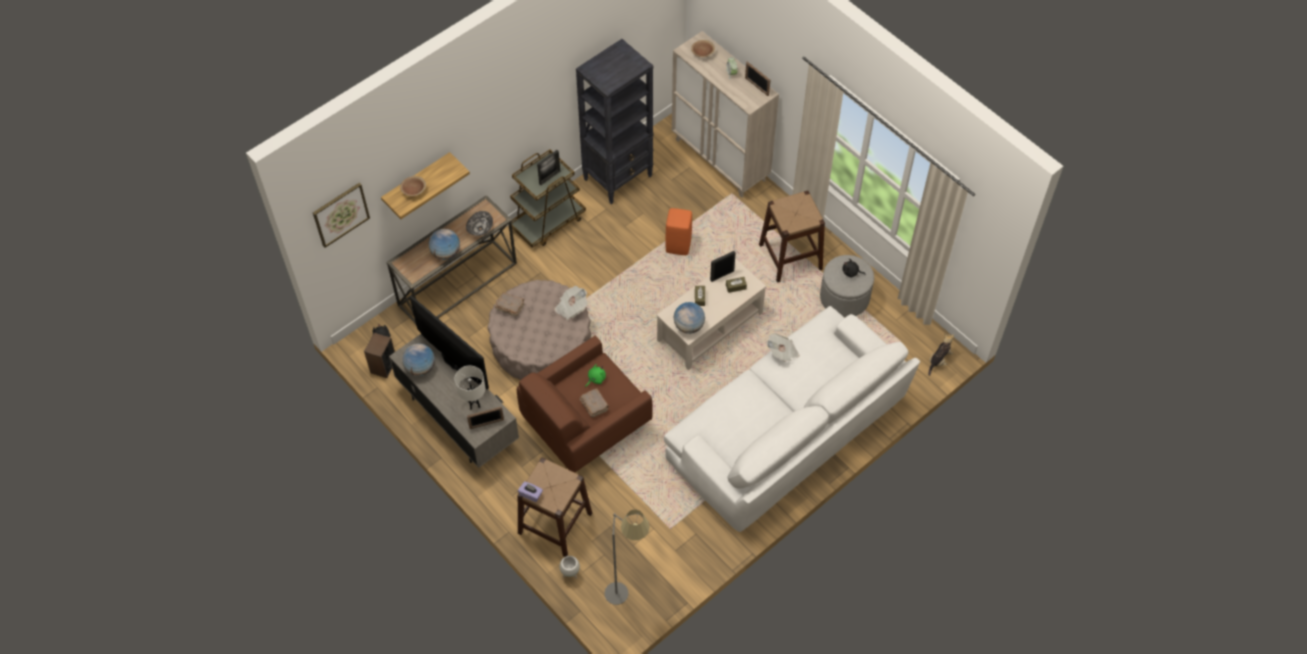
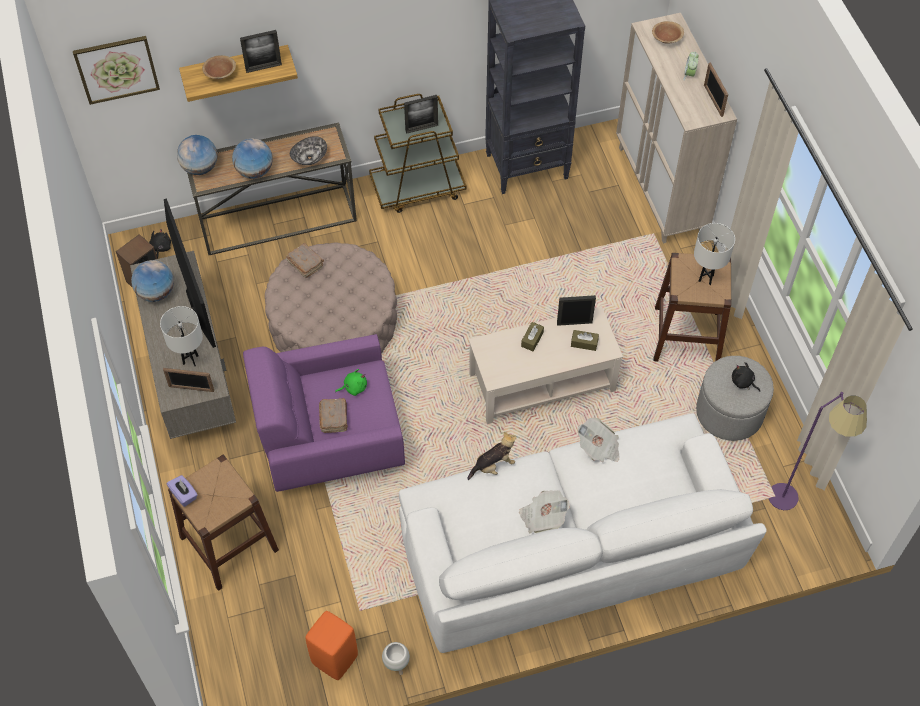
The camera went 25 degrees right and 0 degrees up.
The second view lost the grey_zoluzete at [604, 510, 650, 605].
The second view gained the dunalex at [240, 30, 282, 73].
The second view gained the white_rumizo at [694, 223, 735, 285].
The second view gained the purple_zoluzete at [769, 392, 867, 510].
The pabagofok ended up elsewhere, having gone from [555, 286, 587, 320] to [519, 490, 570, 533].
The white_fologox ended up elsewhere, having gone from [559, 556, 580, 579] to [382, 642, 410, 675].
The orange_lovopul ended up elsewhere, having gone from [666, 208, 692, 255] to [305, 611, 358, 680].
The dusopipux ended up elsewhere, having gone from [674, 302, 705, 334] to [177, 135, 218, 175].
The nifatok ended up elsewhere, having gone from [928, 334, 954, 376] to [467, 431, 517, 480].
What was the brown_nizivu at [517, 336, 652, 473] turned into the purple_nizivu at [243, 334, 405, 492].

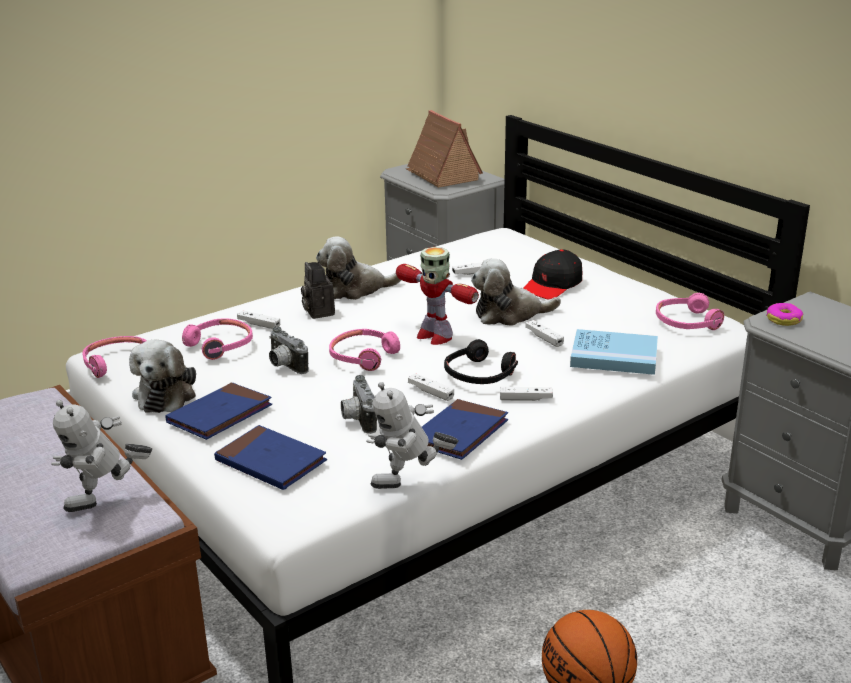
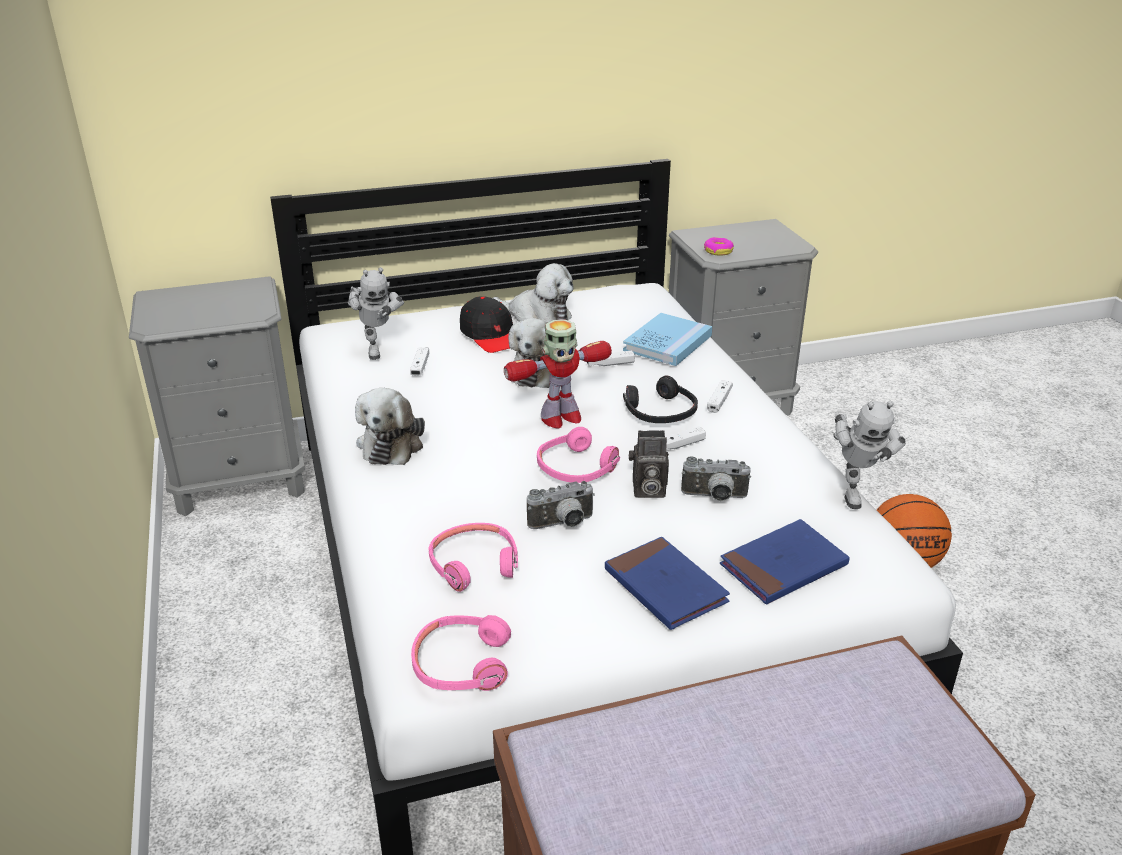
The camera went 70 degrees left and 5 degrees up.
The second view lost the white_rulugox at [237, 311, 280, 329].
The second view lost the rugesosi at [406, 110, 483, 188].
The second view lost the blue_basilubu at [422, 399, 508, 460].
The second view lost the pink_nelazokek at [656, 293, 724, 330].
The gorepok ended up elsewhere, having gone from [51, 400, 152, 512] to [347, 267, 404, 360].
The nifatok ended up elsewhere, having gone from [129, 340, 196, 413] to [493, 263, 573, 322].
The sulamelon ended up elsewhere, having gone from [301, 262, 335, 319] to [629, 430, 669, 498].

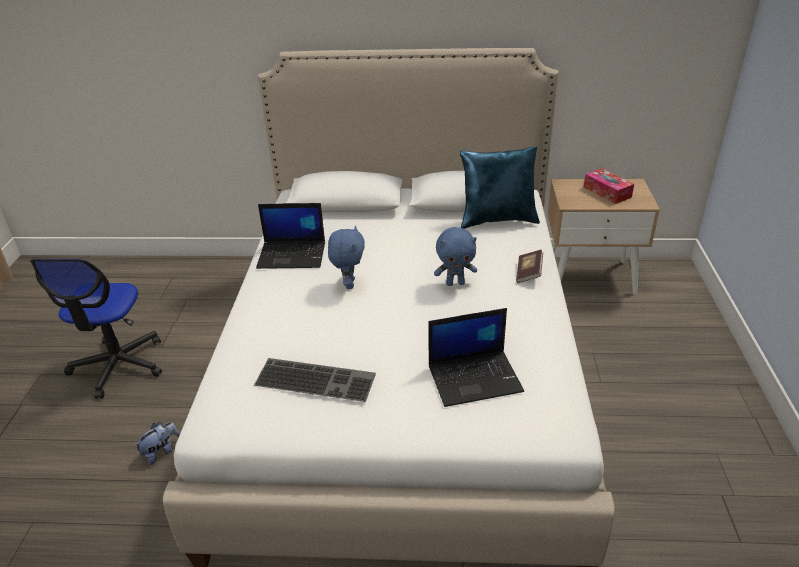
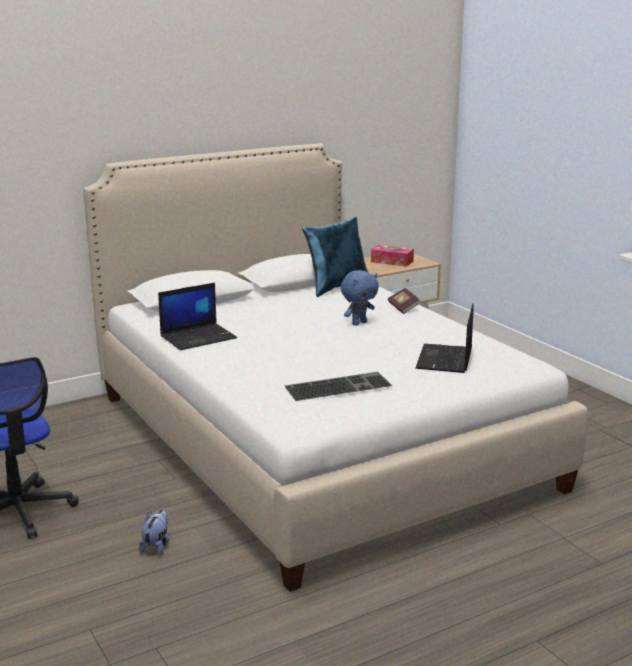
The camera went 35 degrees left and 15 degrees down.
The second view lost the blue_nifatok at [328, 226, 365, 289].
The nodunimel at [429, 308, 524, 407] ended up facing another way, 150 degrees clockwise from before.

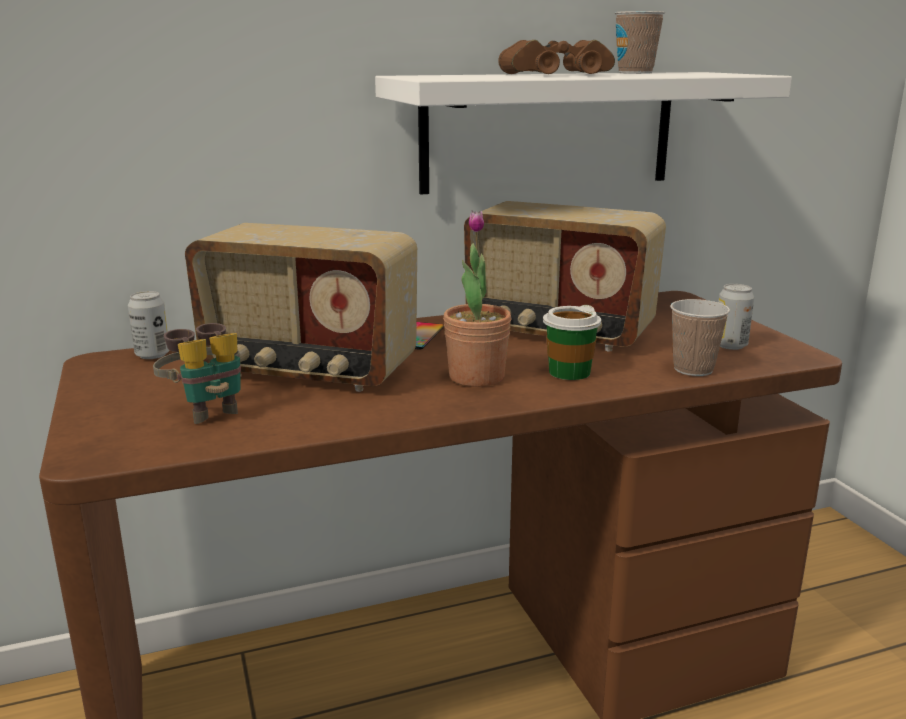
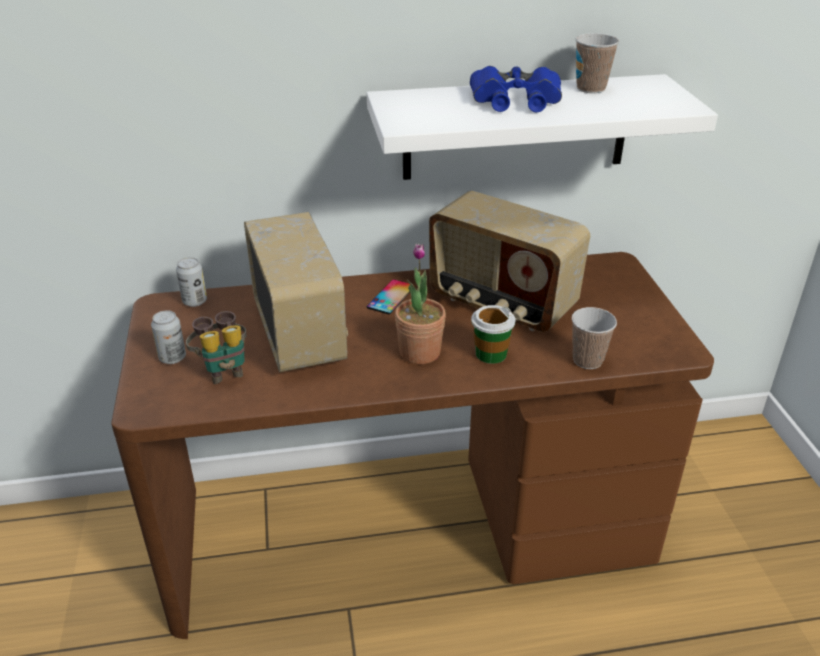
The camera went 10 degrees right and 15 degrees up.
The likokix ended up elsewhere, having gone from [718, 284, 754, 350] to [151, 310, 186, 364].
What was the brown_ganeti at [498, 40, 615, 74] turned into the blue_ganeti at [470, 66, 562, 112].
The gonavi at [185, 223, 417, 392] ended up facing another way, 135 degrees counterclockwise from before.

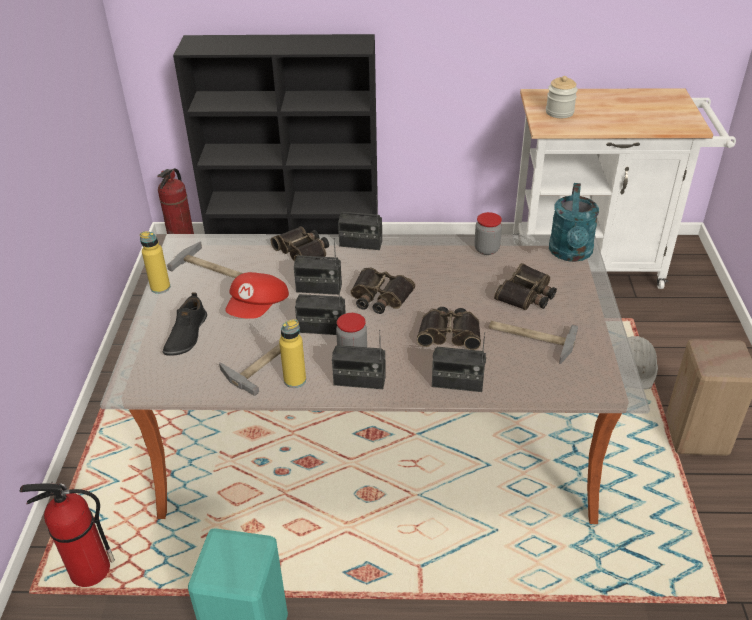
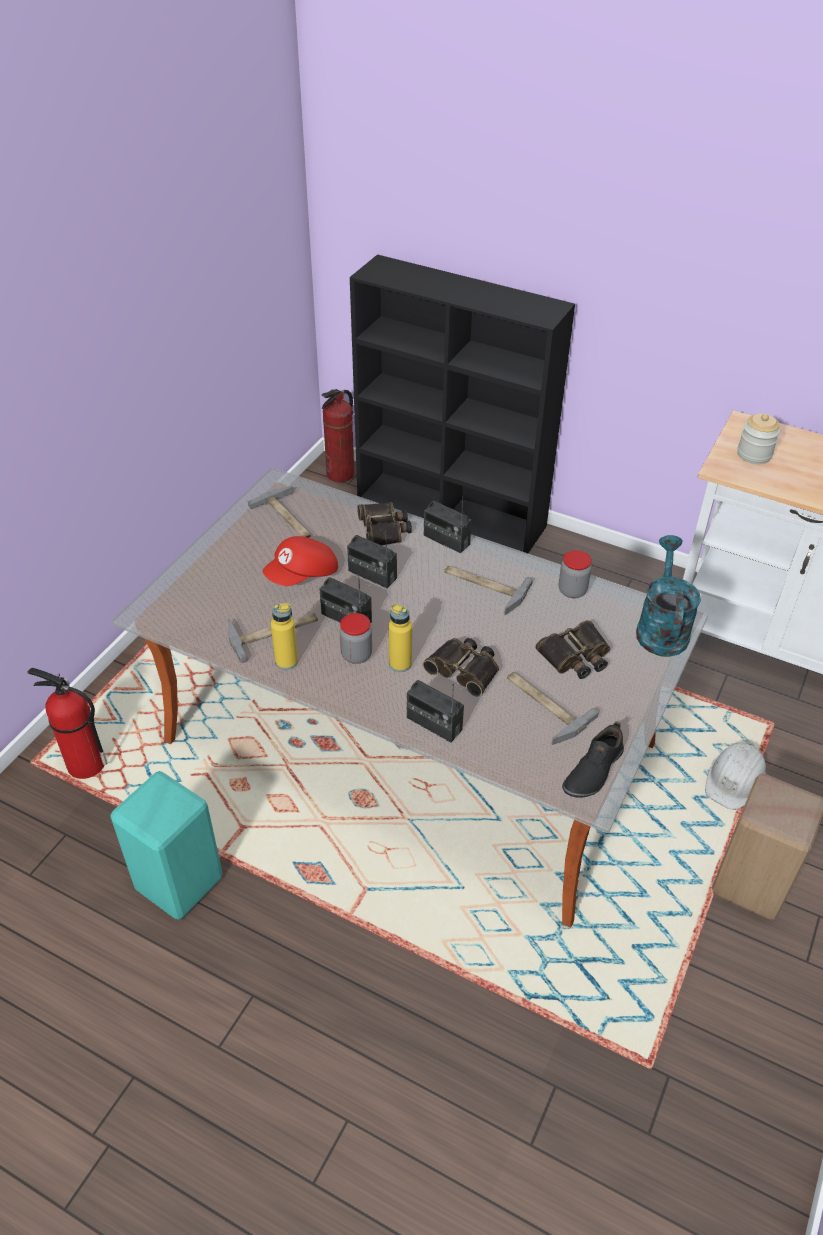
The camera went 25 degrees right and 5 degrees up.
The second view lost the gonavi at [332, 330, 386, 389].
The second view lost the ganeti at [350, 268, 415, 314].
The second view gained the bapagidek at [444, 566, 533, 615].
The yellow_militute ended up elsewhere, having gone from [140, 232, 170, 294] to [389, 604, 412, 672].
The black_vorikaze ended up elsewhere, having gone from [162, 292, 207, 356] to [562, 721, 624, 798].
The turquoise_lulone at [549, 183, 599, 262] ended up facing another way, 150 degrees clockwise from before.

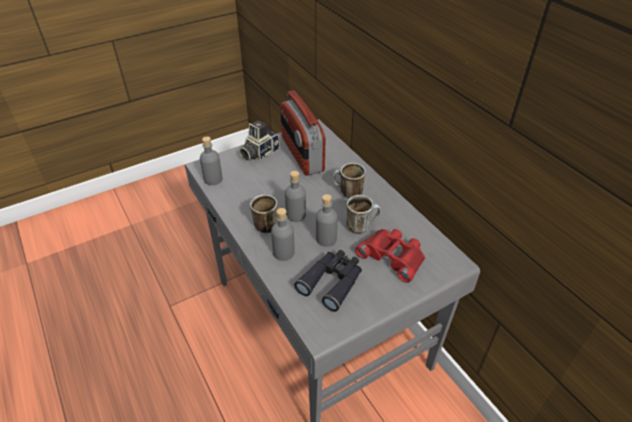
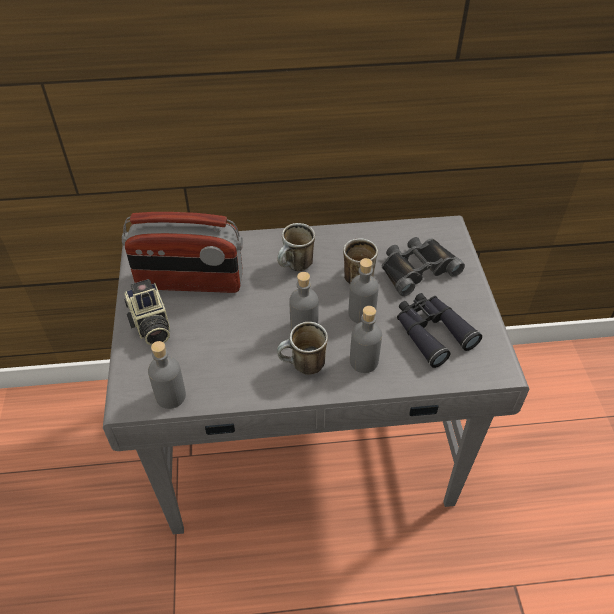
The camera went 65 degrees left and 5 degrees up.
What was the red_ganeti at [355, 229, 425, 283] turned into the black_ganeti at [382, 237, 465, 296].

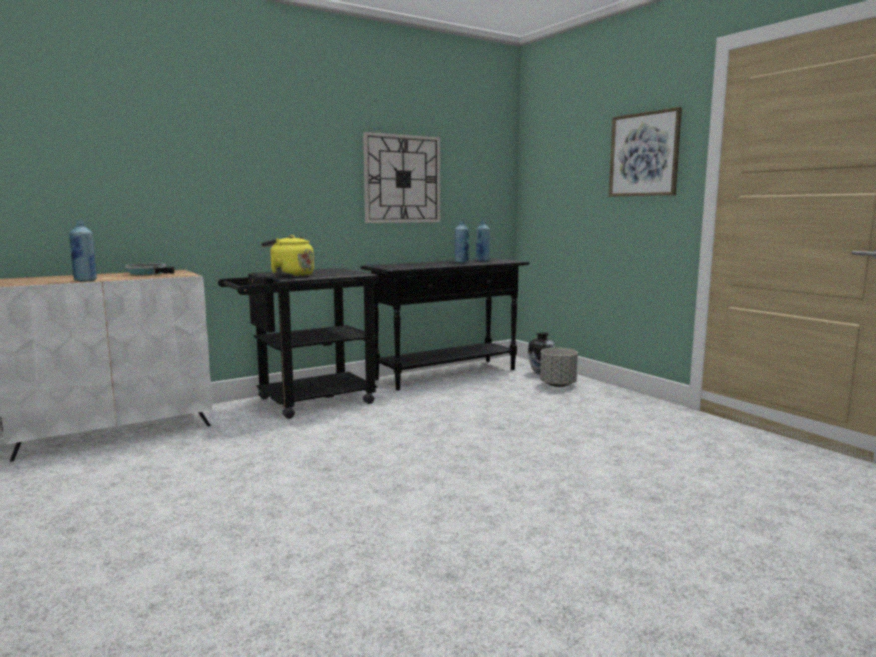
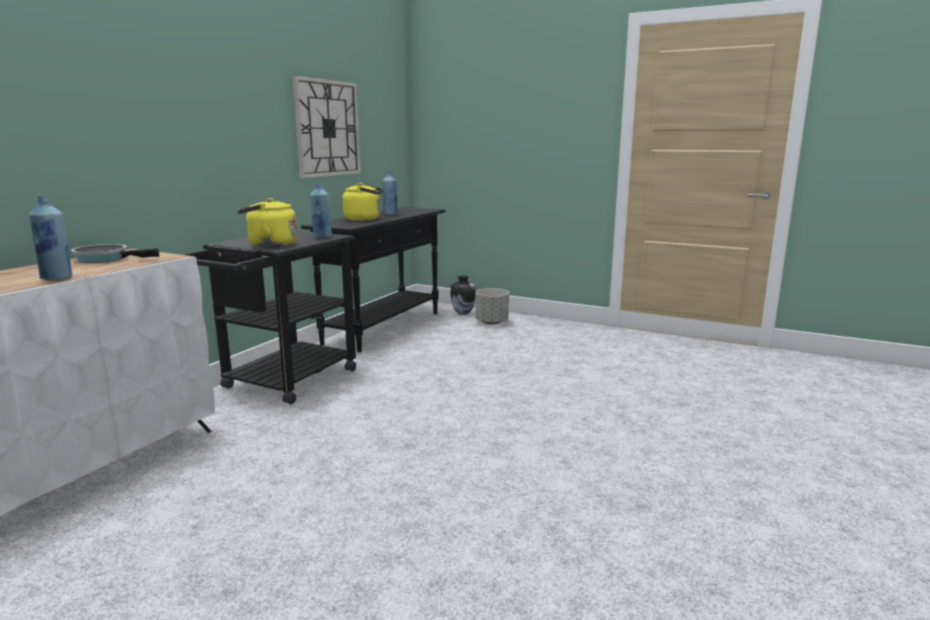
The camera went 30 degrees left and 5 degrees up.
The second view lost the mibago at [609, 107, 682, 197].
The second view gained the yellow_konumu at [342, 183, 384, 221].
The blue_militute ended up elsewhere, having gone from [476, 220, 490, 261] to [310, 183, 332, 239].

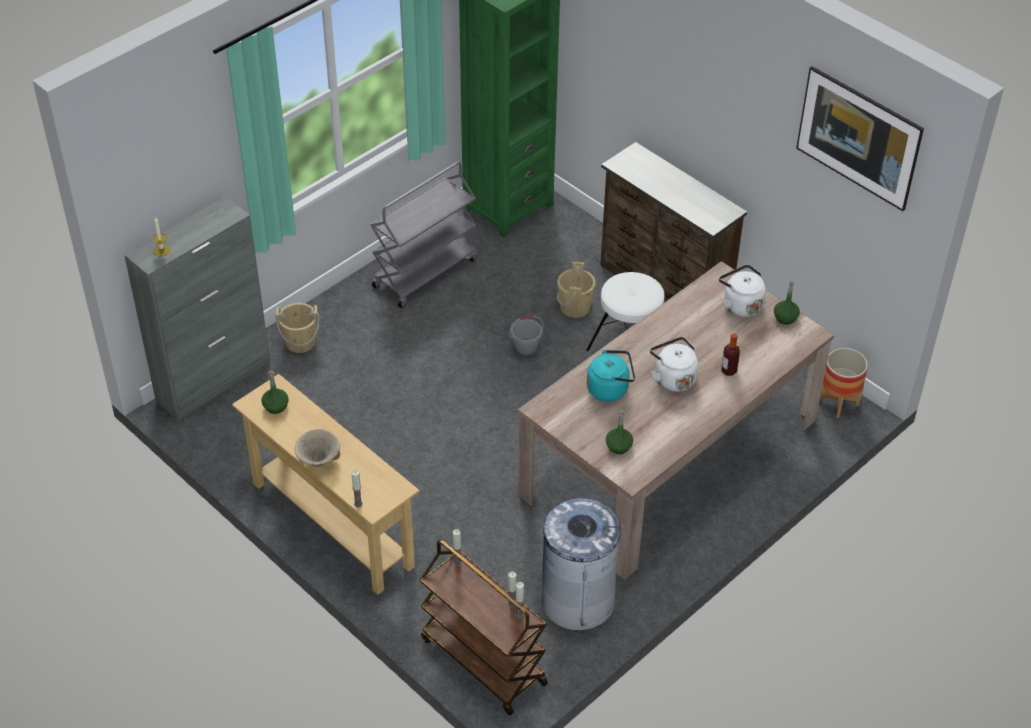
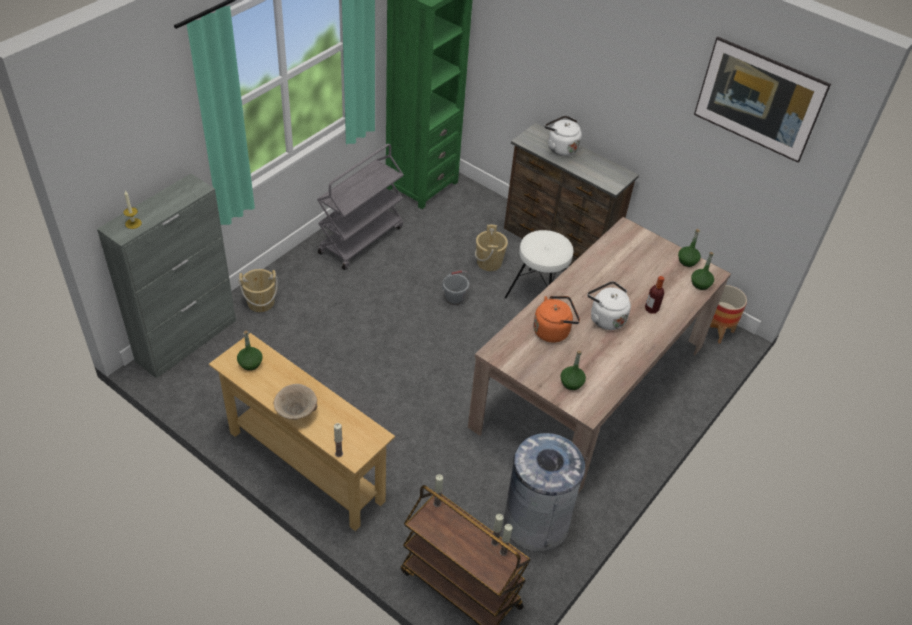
The camera went 10 degrees left and 0 degrees up.
The second view gained the green_militute at [691, 252, 714, 290].
The white_konumu ended up elsewhere, having gone from [719, 265, 766, 317] to [544, 115, 582, 156].
What was the turquoise_konumu at [587, 350, 635, 402] turned into the orange_konumu at [533, 296, 580, 343].

